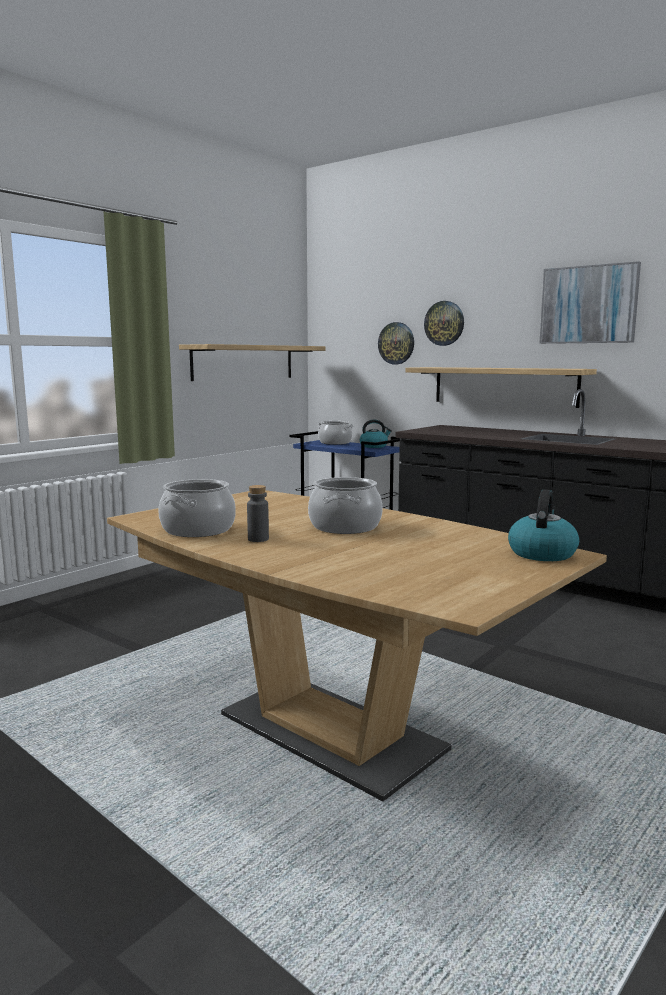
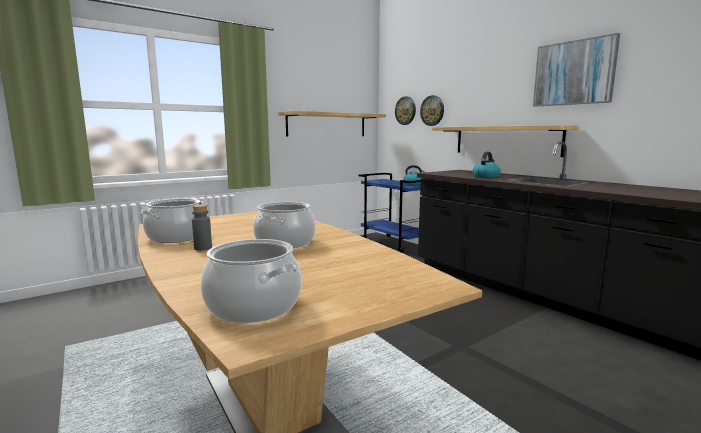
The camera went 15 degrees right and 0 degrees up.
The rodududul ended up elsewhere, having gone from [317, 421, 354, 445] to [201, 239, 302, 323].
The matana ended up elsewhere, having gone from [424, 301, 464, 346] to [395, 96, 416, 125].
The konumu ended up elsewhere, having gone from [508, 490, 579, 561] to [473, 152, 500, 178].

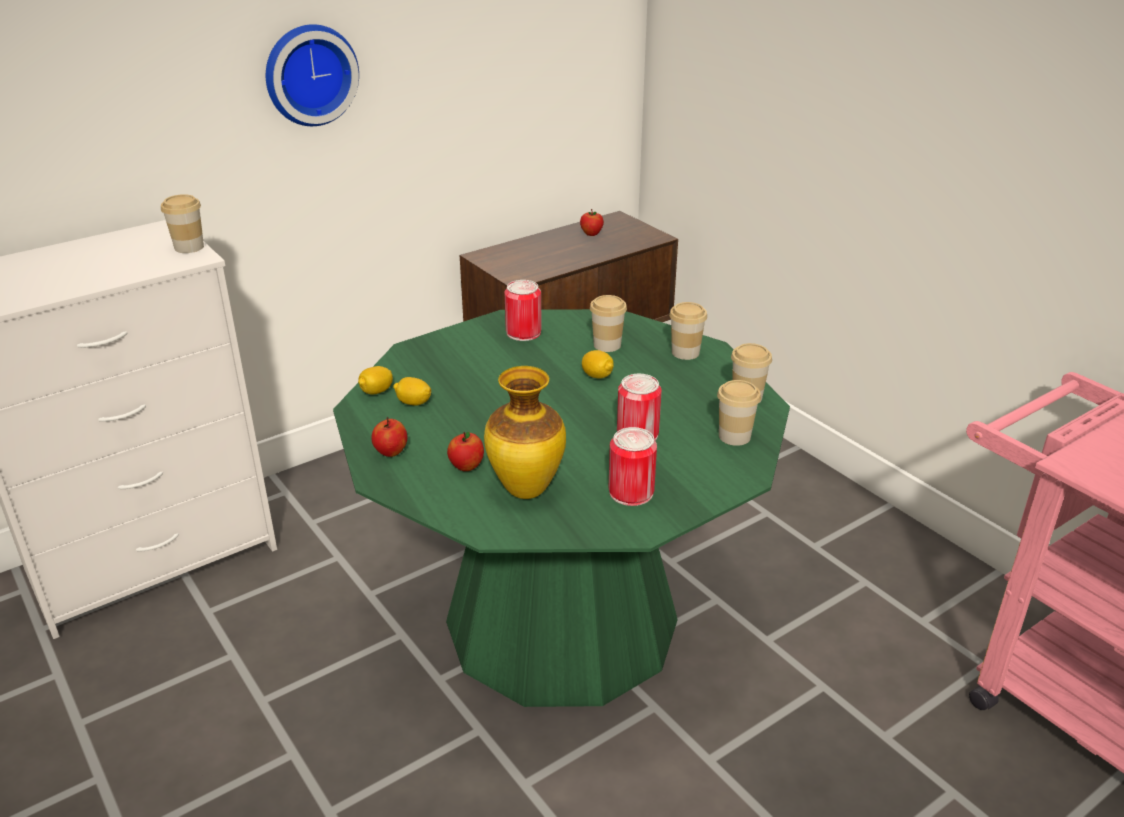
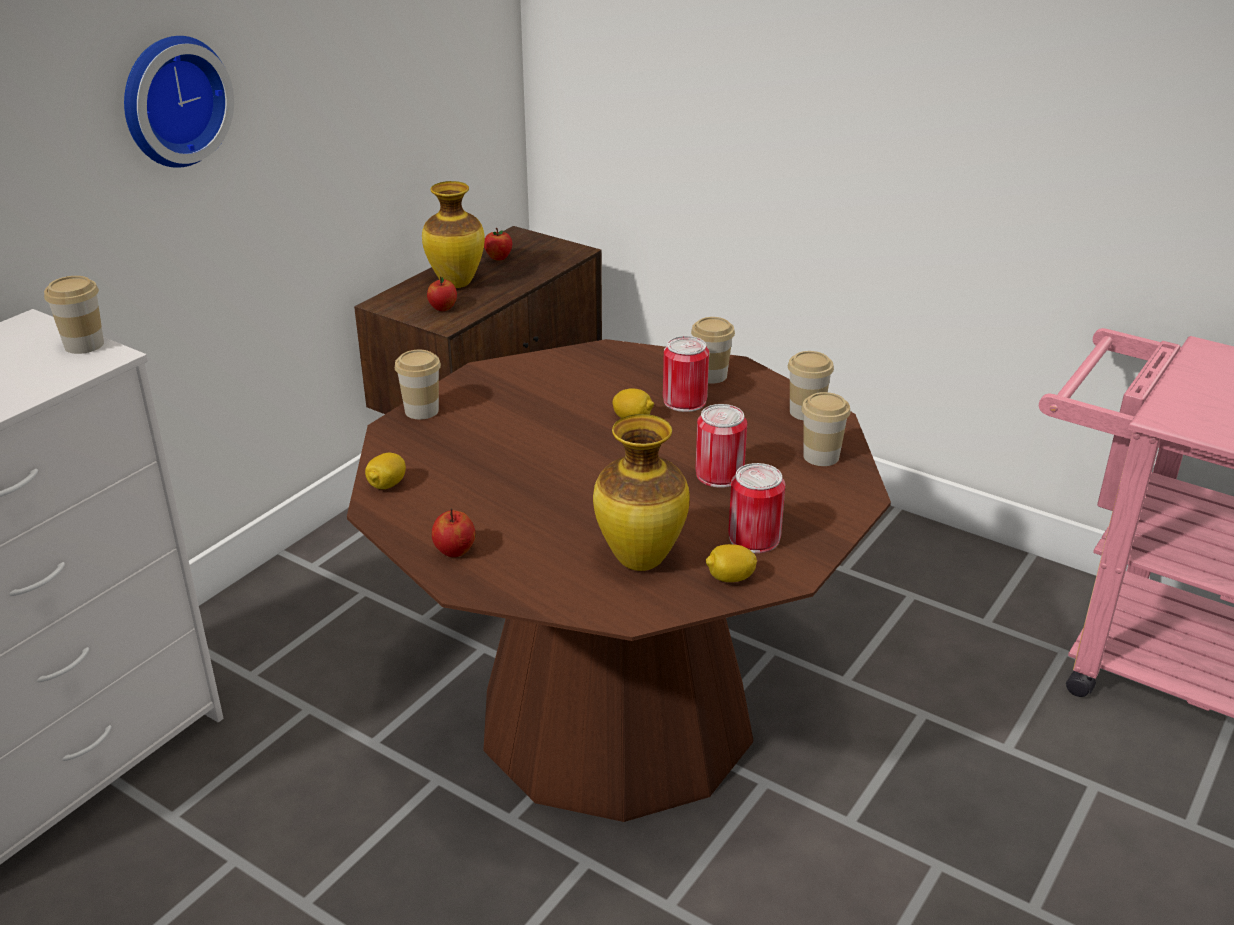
The camera went 20 degrees left and 0 degrees up.
The second view gained the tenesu at [422, 181, 485, 288].
The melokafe ended up elsewhere, having gone from [393, 377, 431, 406] to [706, 544, 757, 582].
The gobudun ended up elsewhere, having gone from [447, 432, 484, 471] to [427, 276, 457, 311].
The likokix ended up elsewhere, having gone from [504, 280, 542, 341] to [663, 336, 709, 412].
The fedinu ended up elsewhere, having gone from [590, 295, 627, 352] to [395, 350, 441, 419].
What was the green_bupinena at [333, 309, 790, 707] turned into the brown_bupinena at [347, 339, 891, 822].

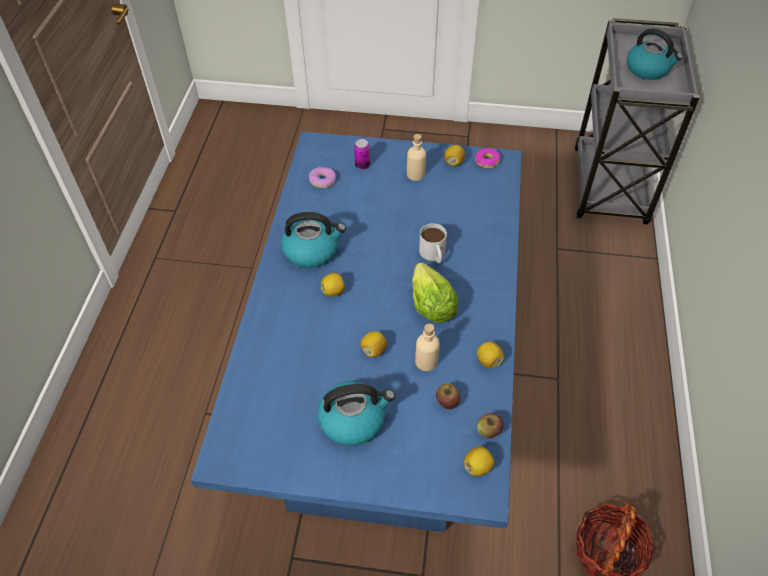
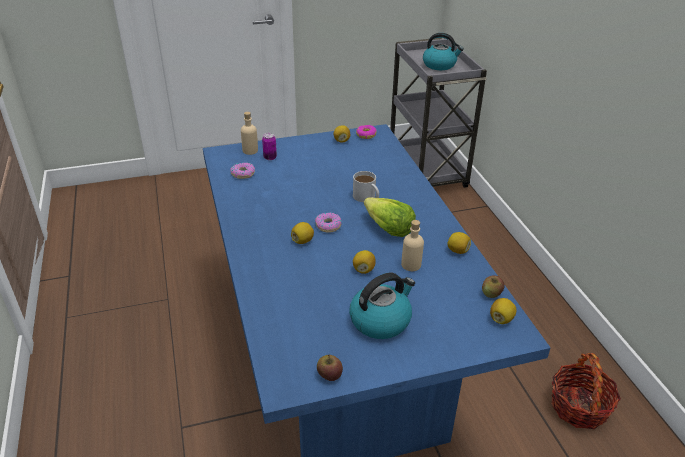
The camera went 25 degrees left and 15 degrees down.
The second view lost the konumu at [281, 212, 346, 268].
The second view gained the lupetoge at [315, 213, 341, 232].
The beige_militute ended up elsewhere, having gone from [407, 134, 426, 181] to [241, 112, 258, 155].
The gobudun ended up elsewhere, having gone from [436, 383, 460, 409] to [317, 355, 343, 381].

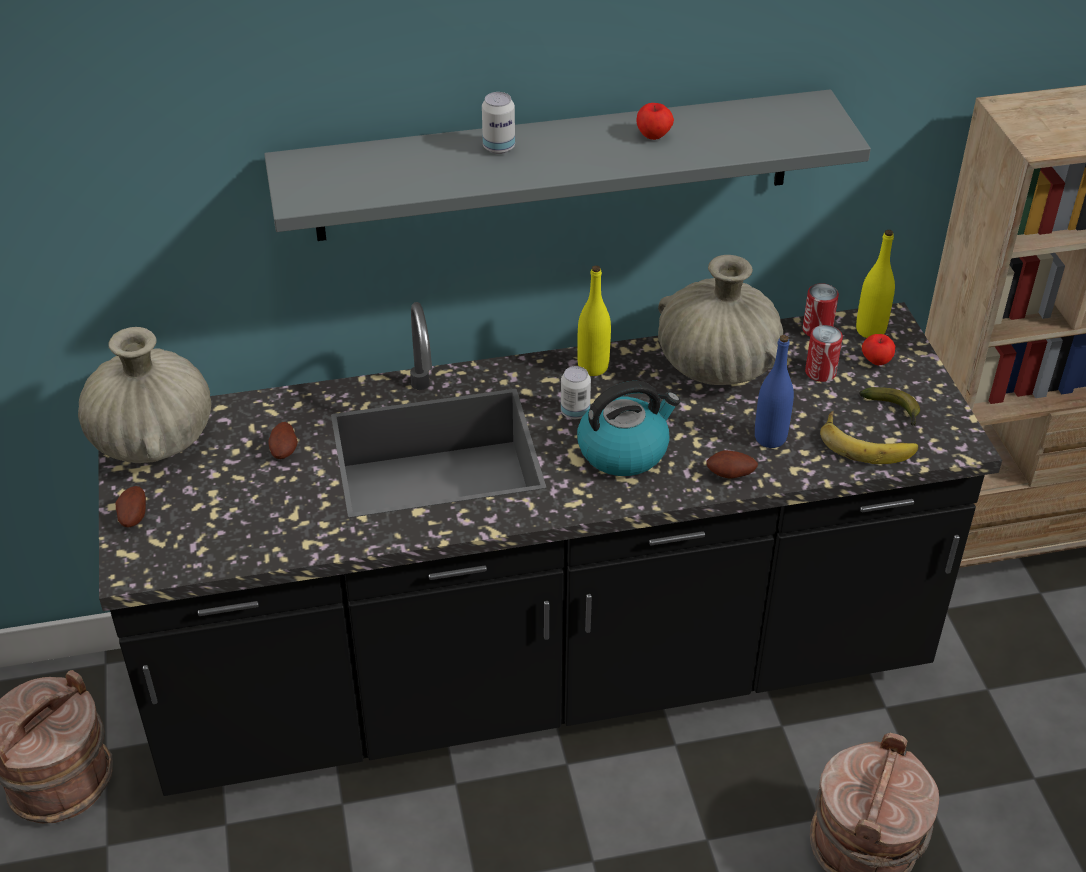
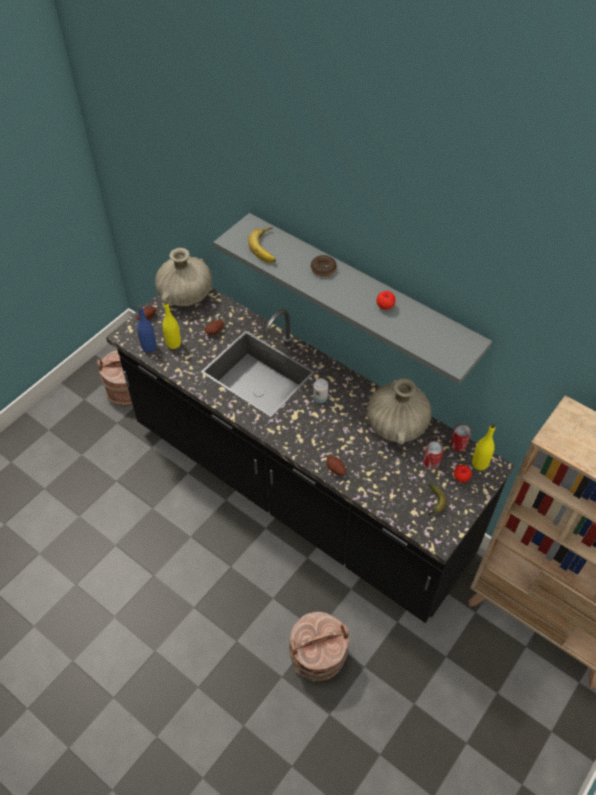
The camera went 50 degrees right and 10 degrees up.
The second view lost the konumu at [577, 381, 680, 476].
The yellow_militute ended up elsewhere, having gone from [577, 265, 611, 376] to [163, 301, 181, 349].
The blue_militute ended up elsewhere, having gone from [755, 335, 794, 448] to [137, 305, 156, 353].
The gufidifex ended up elsewhere, having gone from [820, 411, 919, 464] to [248, 227, 276, 263].
Where the likokix stood at [482, 92, 515, 154], the lupetoge came to stand at [311, 255, 337, 276].

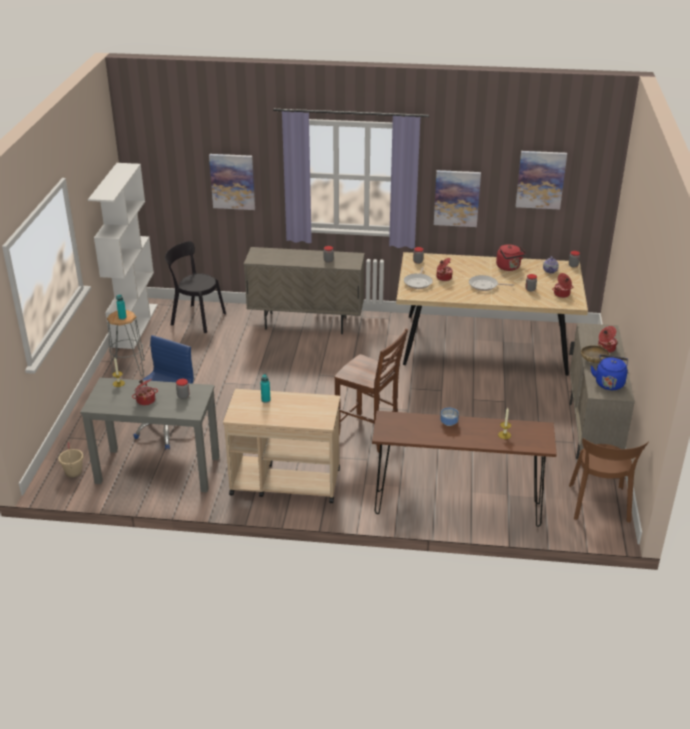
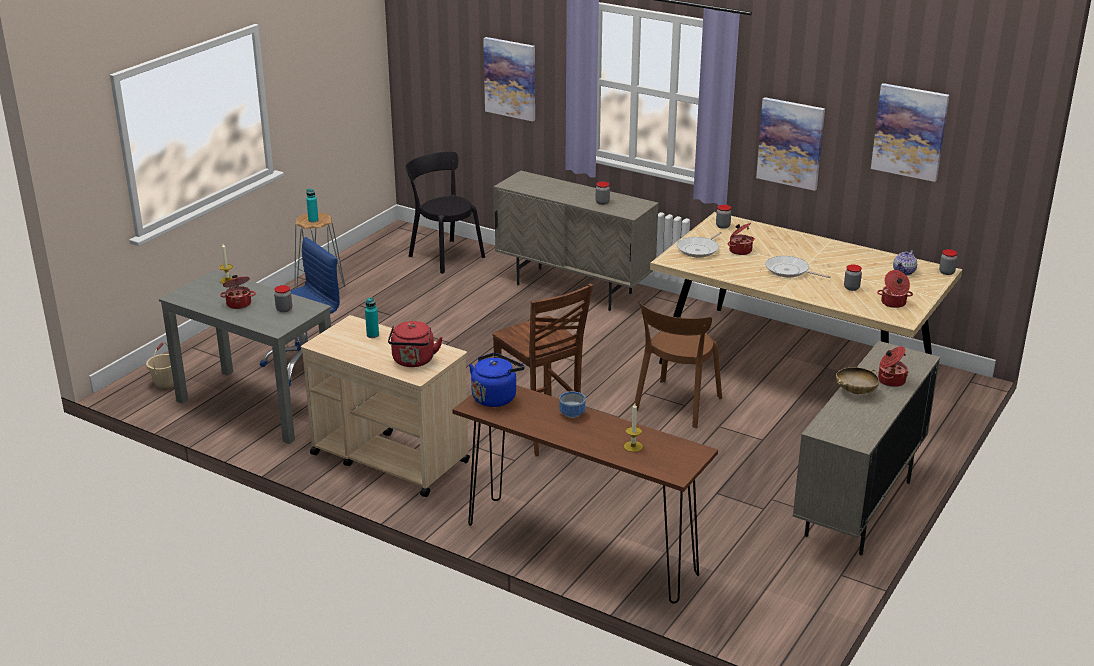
The camera went 25 degrees right and 5 degrees down.
The second view lost the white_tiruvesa at [88, 163, 158, 349].
The red_konumu ended up elsewhere, having gone from [496, 244, 526, 271] to [388, 321, 443, 367].
The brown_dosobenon ended up elsewhere, having gone from [569, 438, 649, 523] to [634, 299, 722, 428].
The blue_konumu ended up elsewhere, having gone from [591, 355, 628, 390] to [469, 353, 525, 407].

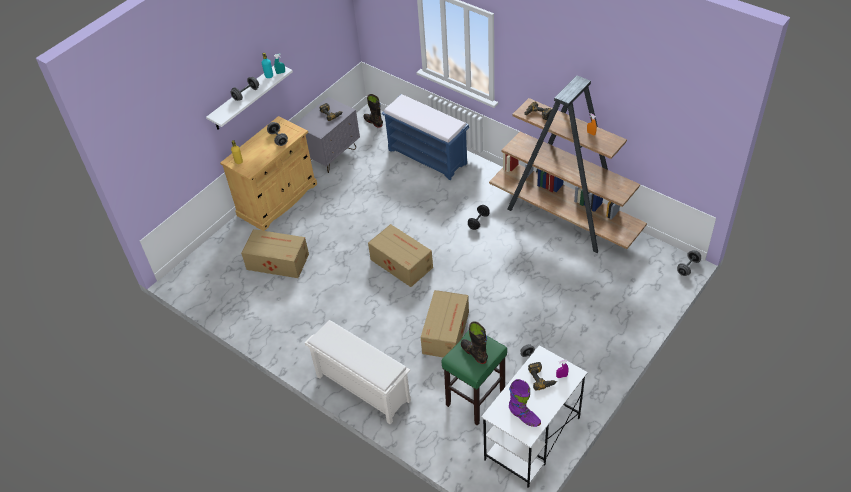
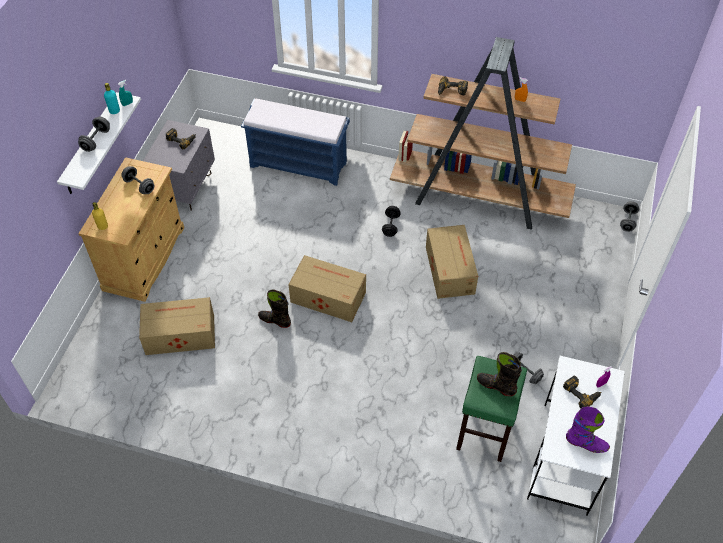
The camera went 25 degrees left and 5 degrees up.
The second view lost the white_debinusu at [305, 320, 411, 424].
The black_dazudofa ended up elsewhere, having gone from [363, 94, 383, 128] to [258, 290, 291, 328].
The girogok ended up elsewhere, having gone from [420, 290, 469, 357] to [426, 225, 478, 299].

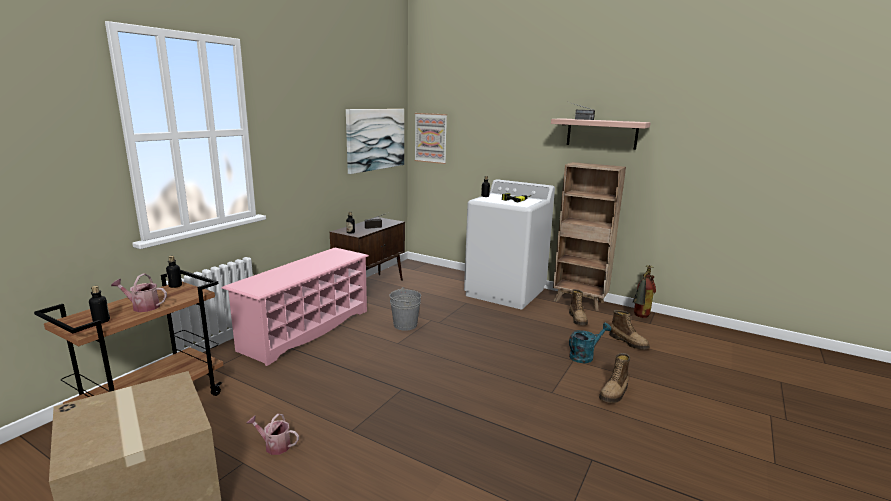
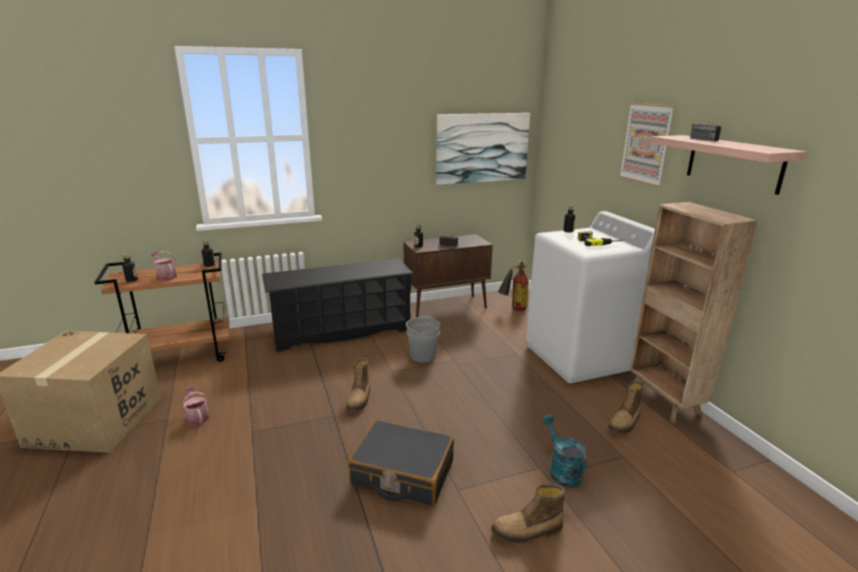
The camera went 40 degrees right and 5 degrees up.
The second view gained the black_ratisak at [348, 420, 454, 507].
The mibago ended up elsewhere, having gone from [414, 113, 447, 164] to [619, 103, 675, 187].
The dazudofa ended up elsewhere, having gone from [609, 310, 650, 349] to [346, 358, 370, 412].
The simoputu ended up elsewhere, having gone from [633, 265, 656, 318] to [498, 260, 529, 311].
What was the pink_debinusu at [221, 248, 369, 366] turned into the black_debinusu at [262, 258, 414, 352].
The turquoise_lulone at [569, 323, 611, 363] ended up facing another way, 120 degrees counterclockwise from before.

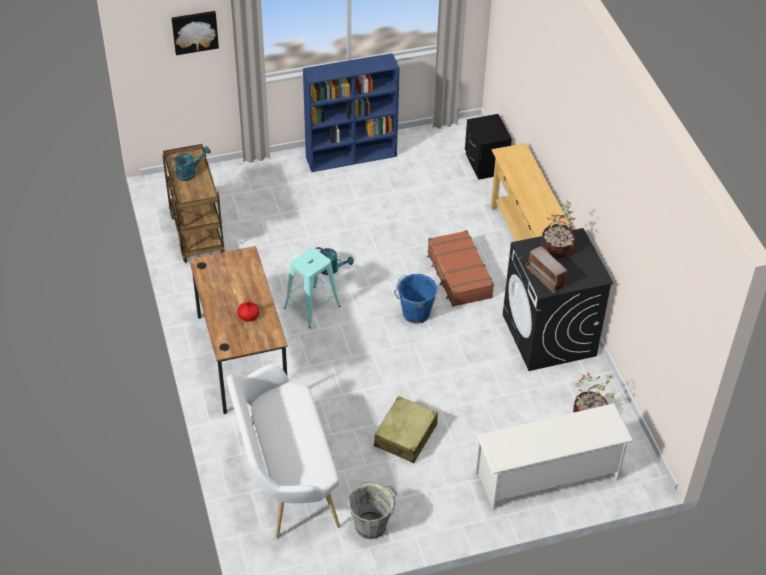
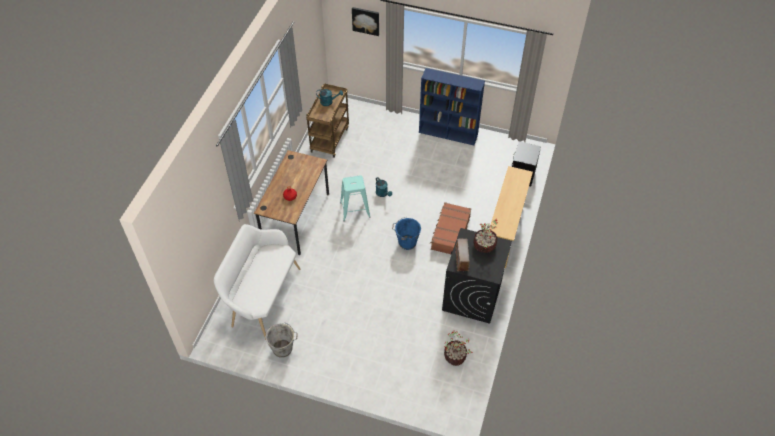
The camera went 35 degrees right and 5 degrees up.
The second view lost the beige_ratisak at [374, 396, 438, 463].
The second view lost the white_debinusu at [475, 403, 633, 510].

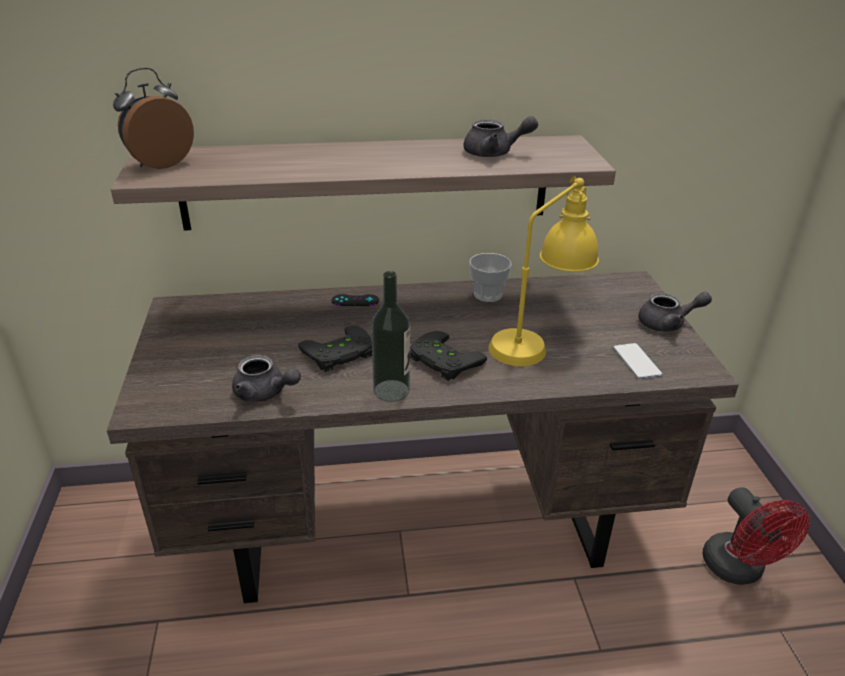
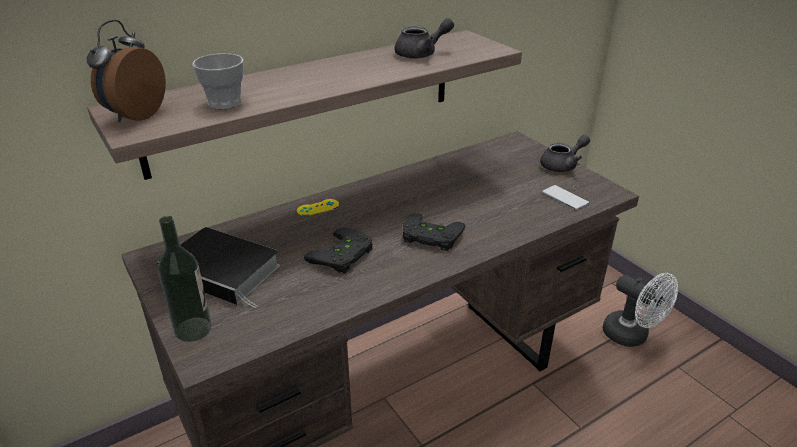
The camera went 25 degrees left and 0 degrees up.
The second view lost the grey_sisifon at [232, 355, 301, 402].
The second view lost the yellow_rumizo at [489, 176, 599, 366].
The second view gained the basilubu at [157, 227, 280, 308].
The militute ended up elsewhere, having gone from [371, 271, 410, 402] to [158, 216, 212, 342].
The fedinu ended up elsewhere, having gone from [469, 253, 512, 302] to [192, 53, 244, 109].
What was the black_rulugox at [331, 294, 379, 306] turned into the yellow_rulugox at [297, 199, 339, 216].
What was the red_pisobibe at [702, 487, 810, 585] turned into the white_pisobibe at [602, 273, 678, 347].

